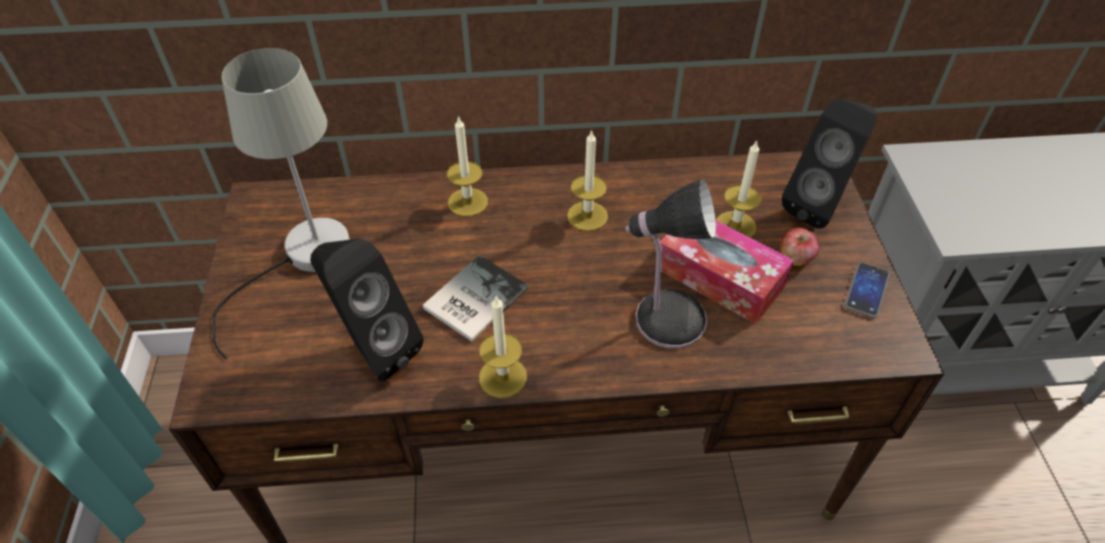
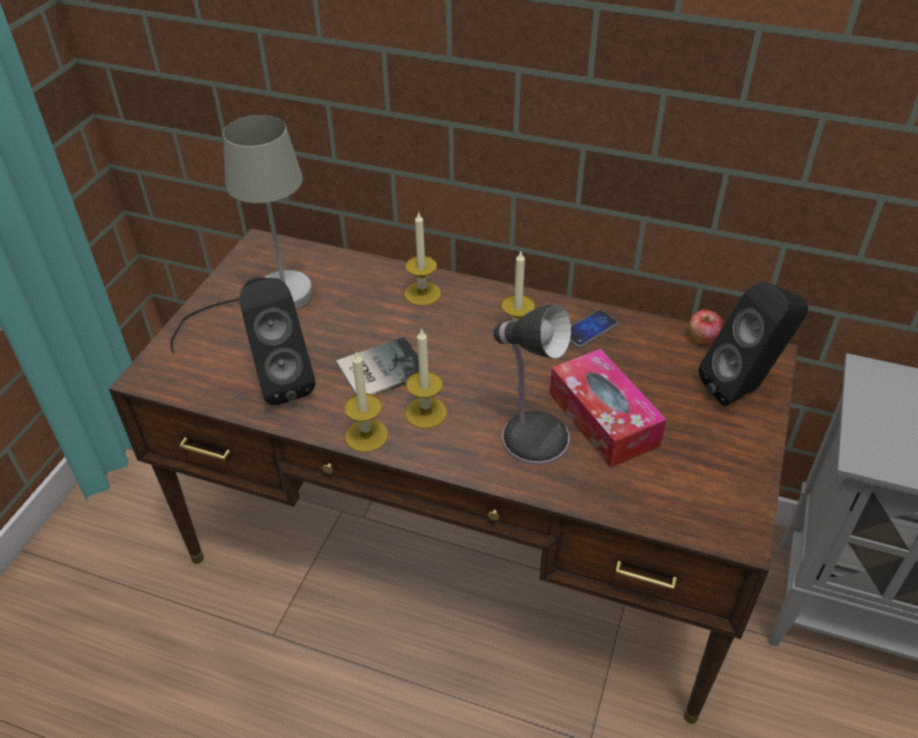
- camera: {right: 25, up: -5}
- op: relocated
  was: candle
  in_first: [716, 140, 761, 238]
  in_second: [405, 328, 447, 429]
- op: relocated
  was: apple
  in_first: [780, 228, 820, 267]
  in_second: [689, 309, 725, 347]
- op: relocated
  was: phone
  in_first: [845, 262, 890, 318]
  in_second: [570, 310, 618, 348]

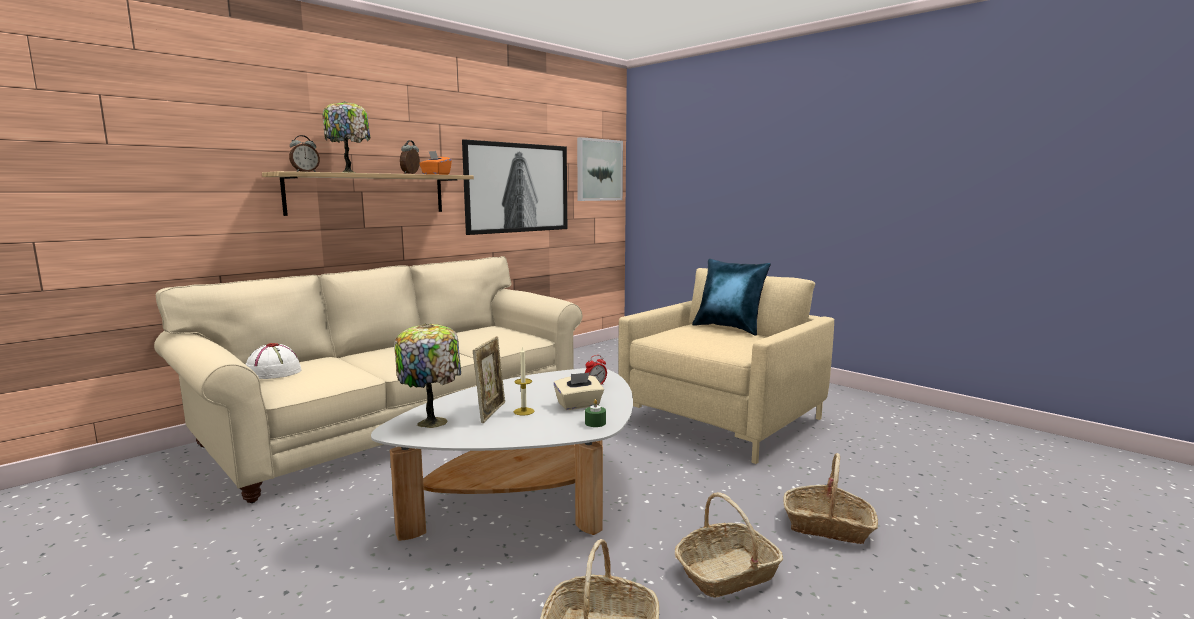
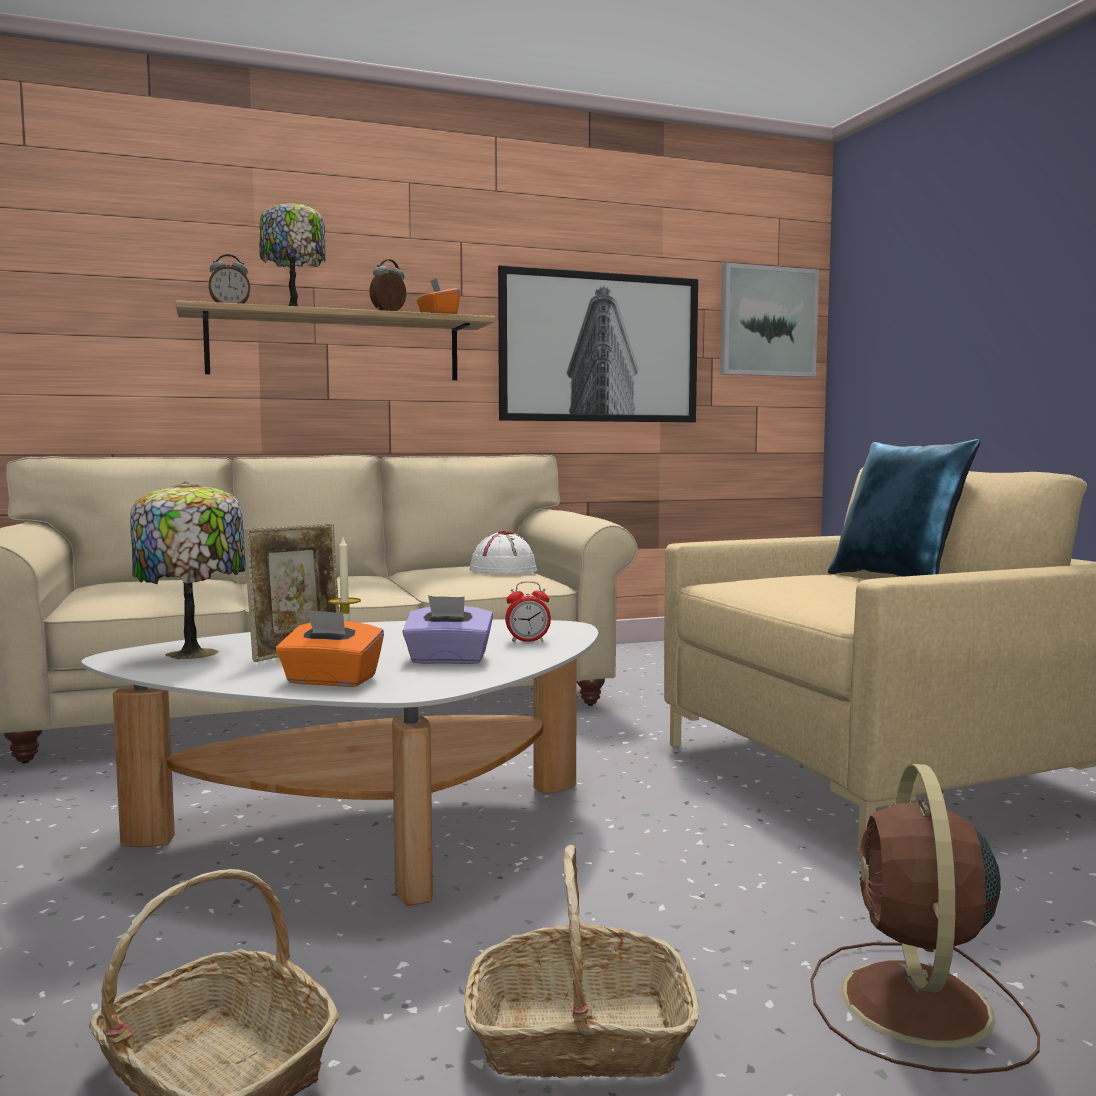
- camera: {right: 25, up: -5}
- op: relocated
  was: white-coloured wearable hat
  in_first: [246, 343, 302, 379]
  in_second: [470, 531, 537, 574]
- op: colour
  was: beige-coloured box of tissues
  now: purple-coloured box of tissues
  in_first: [554, 372, 604, 410]
  in_second: [402, 595, 493, 664]
- op: missing
  was: green candle
  in_first: [585, 399, 606, 427]
- op: exchanged
  was: household basket
  now: brown-coloured electric fan
  in_first: [783, 453, 878, 544]
  in_second: [811, 764, 1040, 1074]
- op: appeared
  now: orange box of tissues
  in_second: [276, 610, 384, 687]

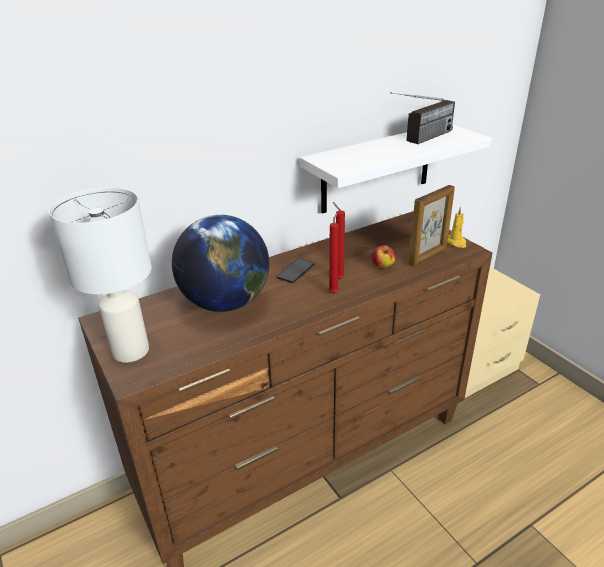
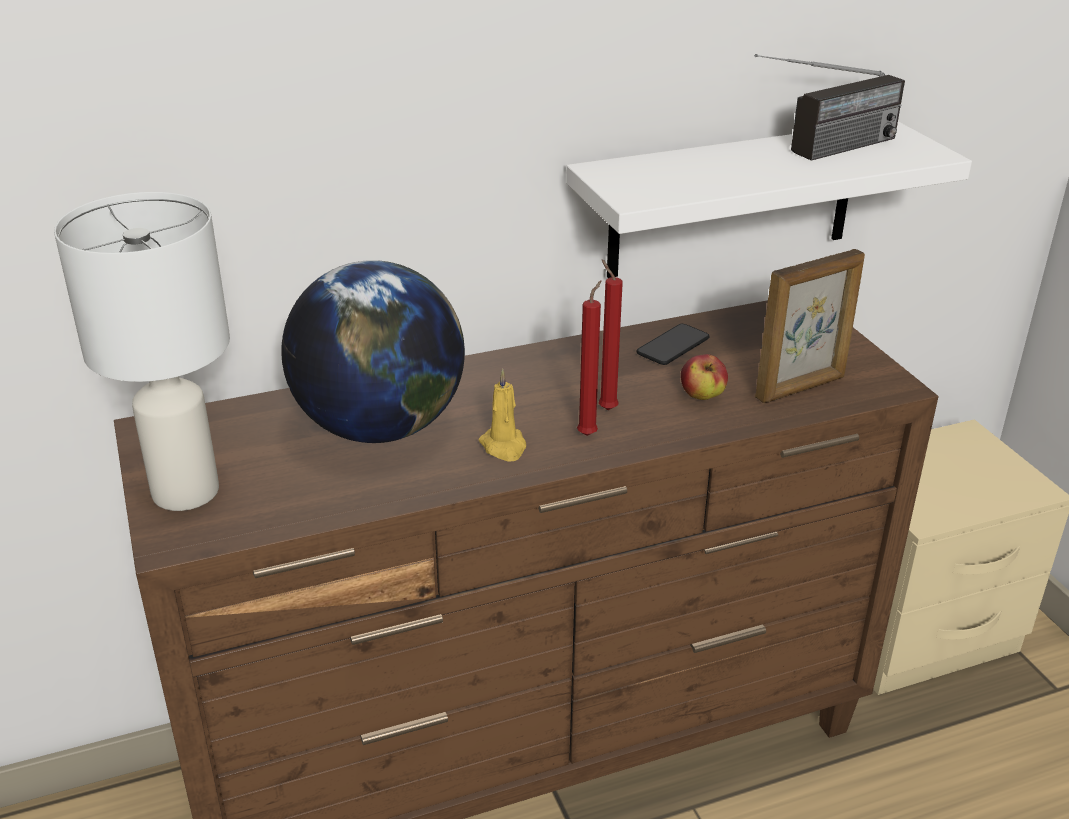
- camera: {right: 10, up: 0}
- op: relocated
  was: yellow-coloured candle
  in_first: [447, 207, 466, 248]
  in_second: [479, 369, 526, 462]
- op: relocated
  was: phone
  in_first: [277, 258, 314, 283]
  in_second: [636, 324, 710, 365]

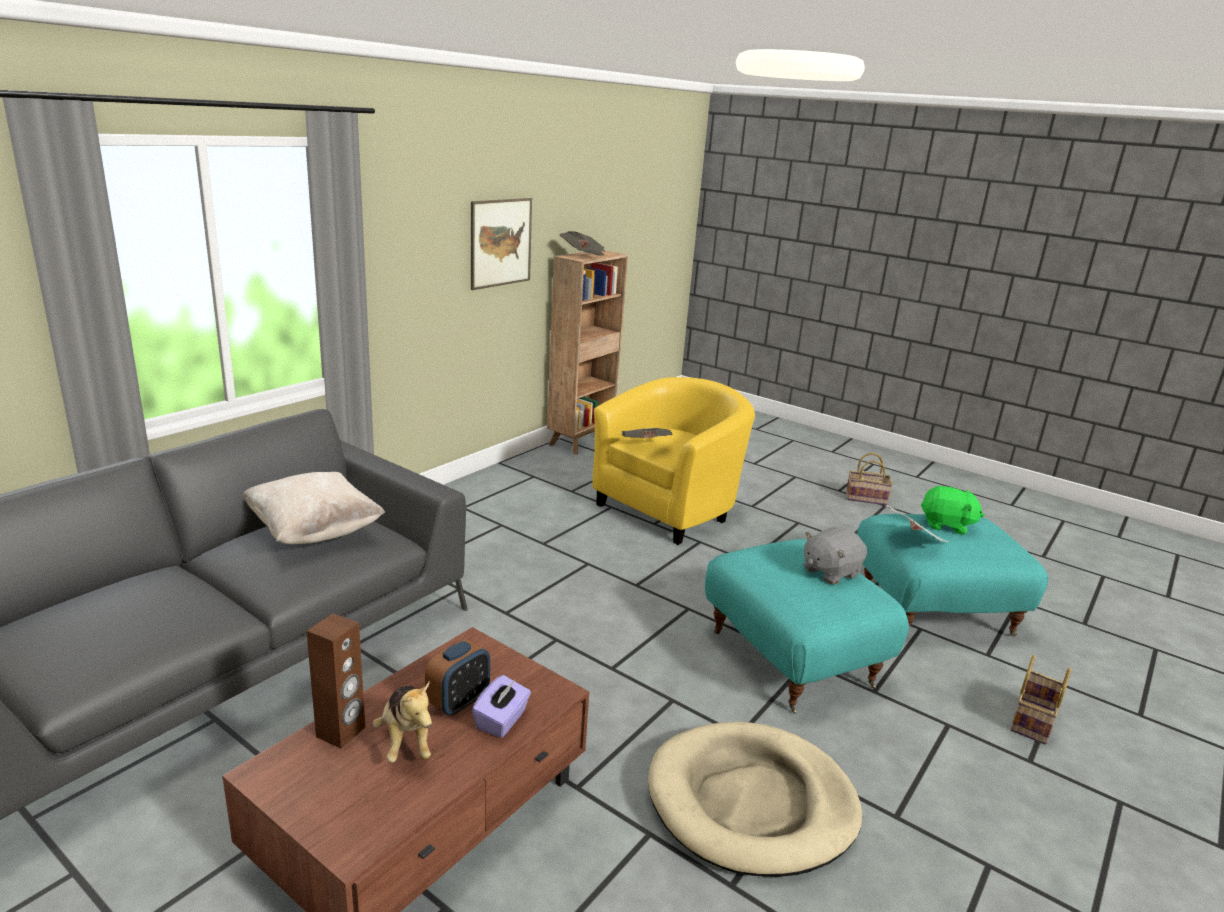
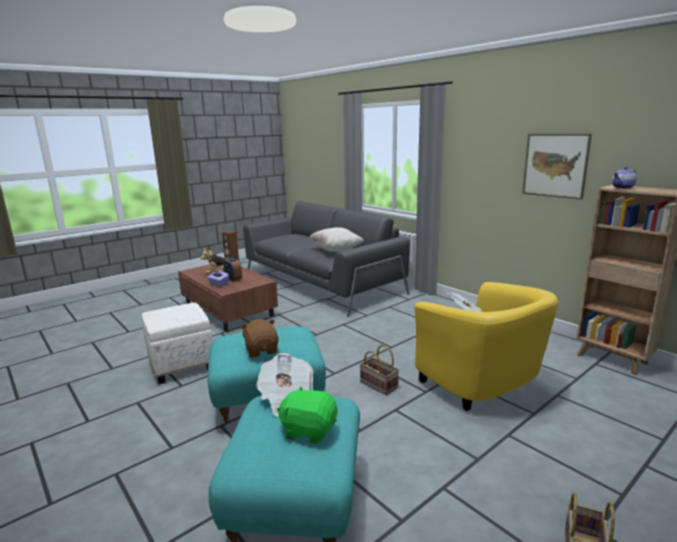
- camera: {right: 105, up: -5}
- op: exchanged
  was: daily paper
  now: teapot
  in_first: [560, 231, 606, 256]
  in_second: [612, 167, 637, 189]
- op: spun
  was: green plush toy
  in_first: [921, 486, 984, 535]
  in_second: [277, 386, 337, 444]
  clockwise: 75
- op: colour
  was: greyish plush toy
  now: brown-coloured plush toy
  in_first: [803, 527, 867, 585]
  in_second: [240, 319, 279, 357]
- op: relocated
  was: household basket
  in_first: [1010, 655, 1071, 745]
  in_second: [360, 344, 399, 395]
- op: exchanged
  was: beige-coloured dog bed
  now: white-coloured ottoman
  in_first: [648, 722, 862, 877]
  in_second: [142, 303, 213, 384]

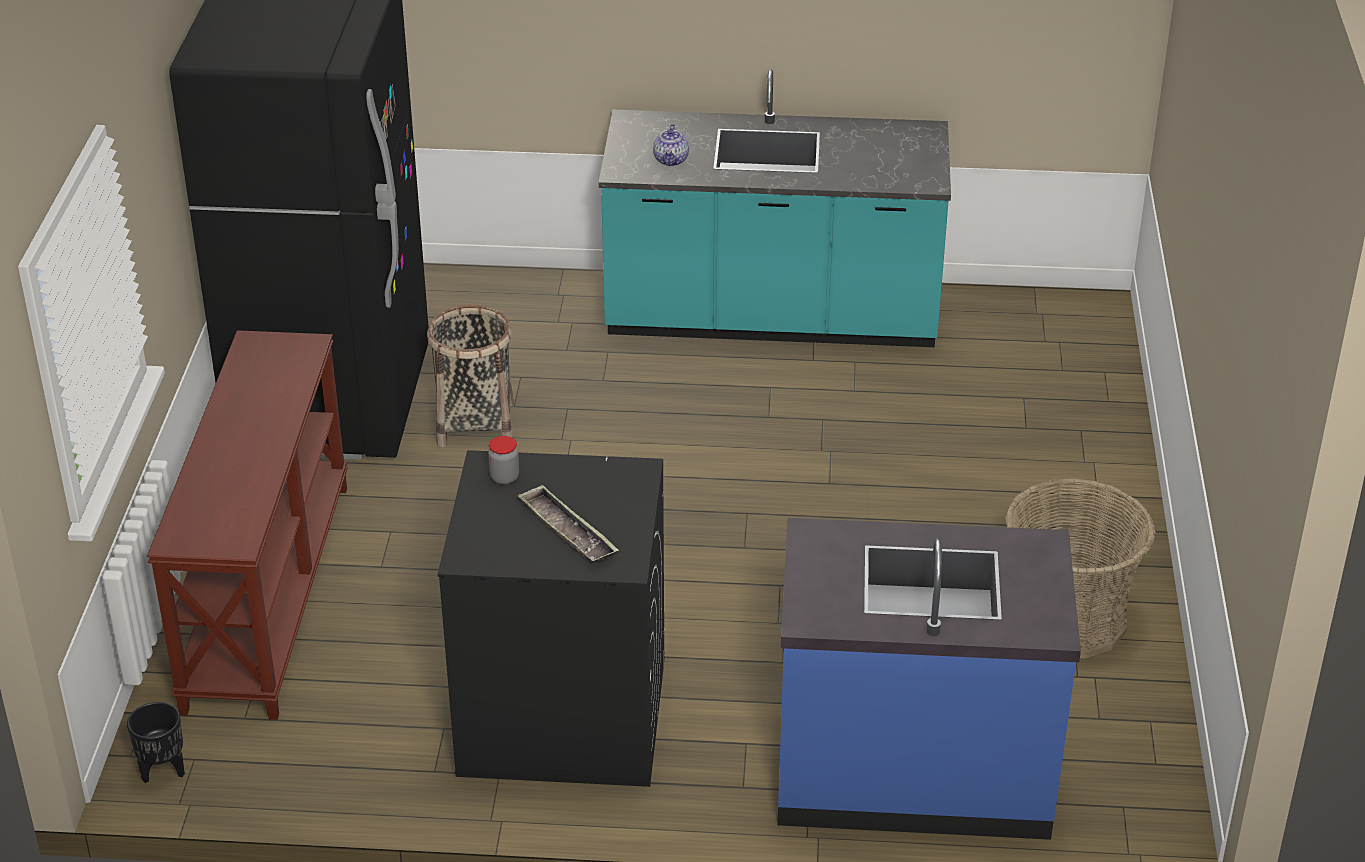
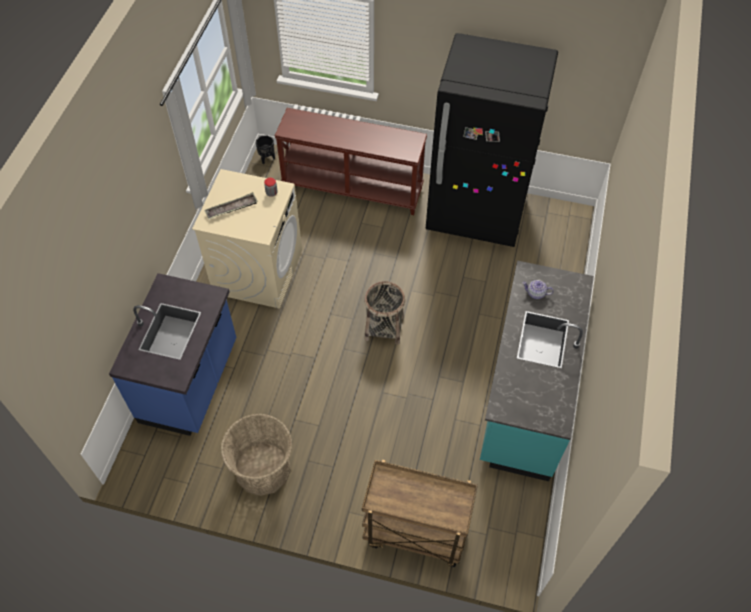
- camera: {right: 100, up: 20}
- op: relocated
  was: household basket
  in_first: [427, 305, 514, 447]
  in_second: [364, 281, 405, 345]
- op: colour
  was: black laundry machine
  now: beige-coloured laundry machine
  in_first: [438, 450, 664, 787]
  in_second: [192, 169, 302, 309]
- op: appeared
  now: brown-coloured cart
  in_second: [362, 460, 478, 567]

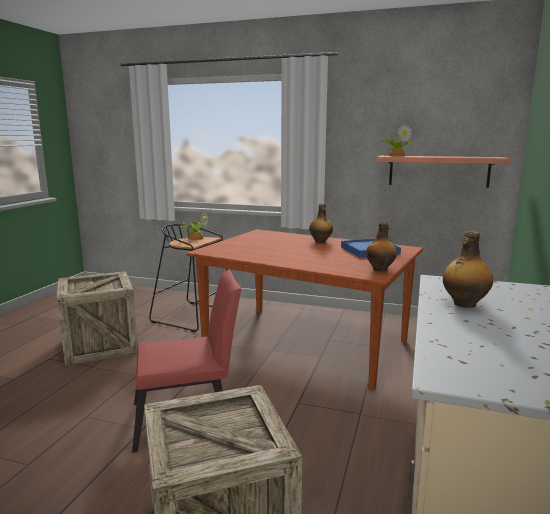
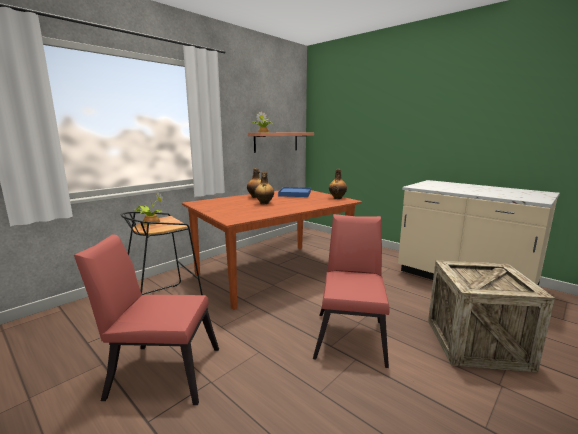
- camera: {right: -65, up: 0}
- op: relocated
  was: drink bottle
  in_first: [443, 231, 493, 308]
  in_second: [255, 172, 274, 204]
- op: exchanged
  was: shipping crate
  now: red plain chair
  in_first: [57, 271, 138, 366]
  in_second: [74, 234, 219, 405]

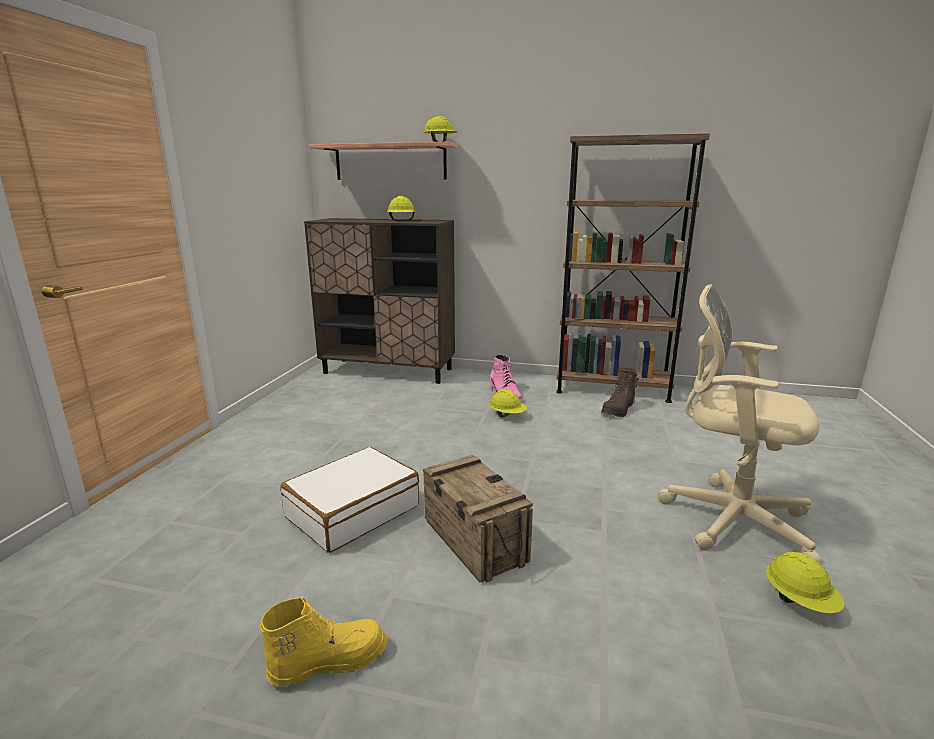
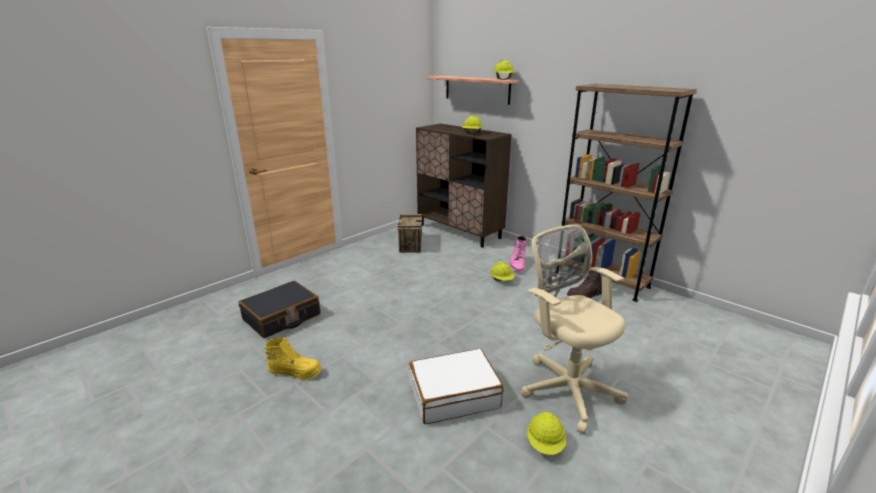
- camera: {right: 30, up: 5}
- op: relocated
  was: white-coloured piece of luggage
  in_first: [280, 447, 419, 553]
  in_second: [409, 348, 504, 424]
- op: relocated
  was: shipping crate
  in_first: [423, 455, 533, 583]
  in_second: [397, 214, 422, 253]
- op: appeared
  now: black piece of luggage
  in_second: [239, 281, 320, 338]

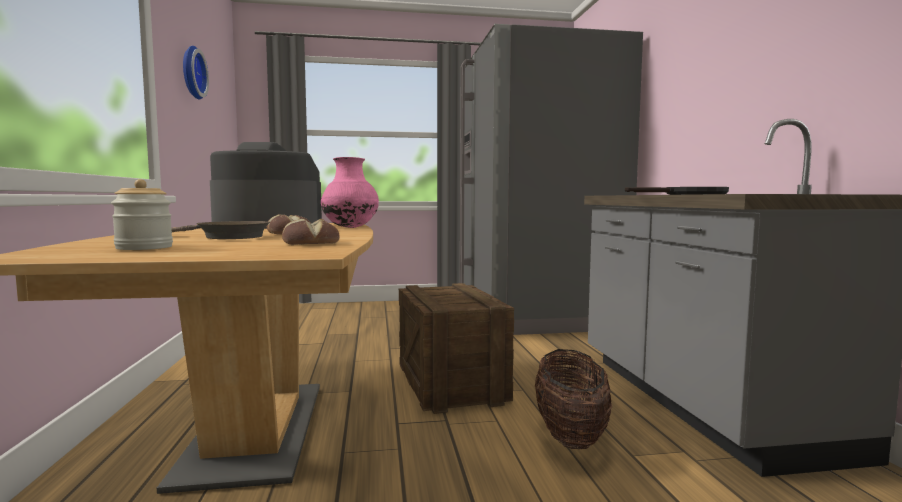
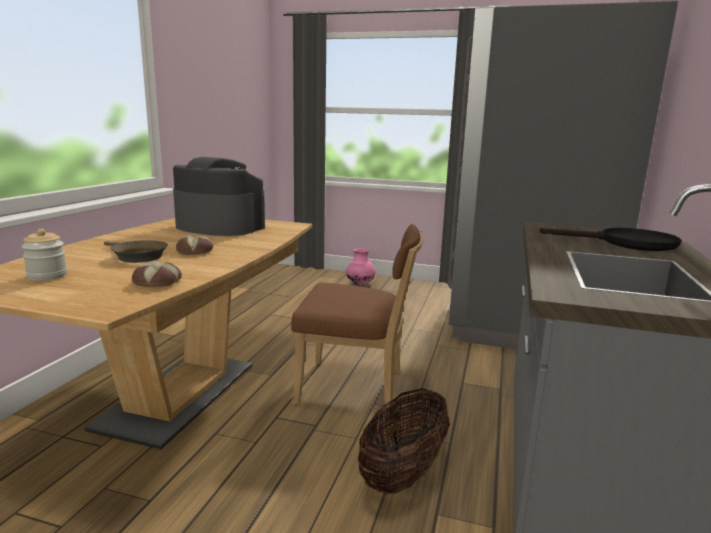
- camera: {right: 25, up: 10}
- op: missing
  was: wall clock
  in_first: [183, 46, 209, 100]
- op: relocated
  was: pink decorative vase
  in_first: [321, 157, 379, 228]
  in_second: [346, 248, 376, 285]
- op: exchanged
  was: shipping crate
  now: brown-coloured plain chair
  in_first: [399, 283, 514, 414]
  in_second: [291, 224, 423, 408]

